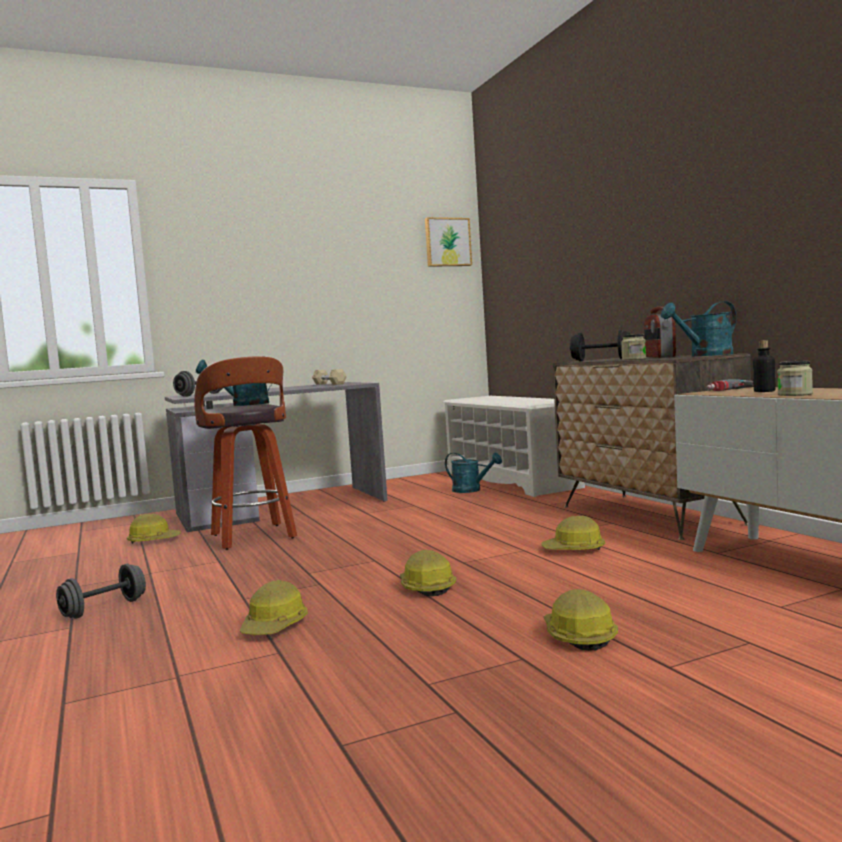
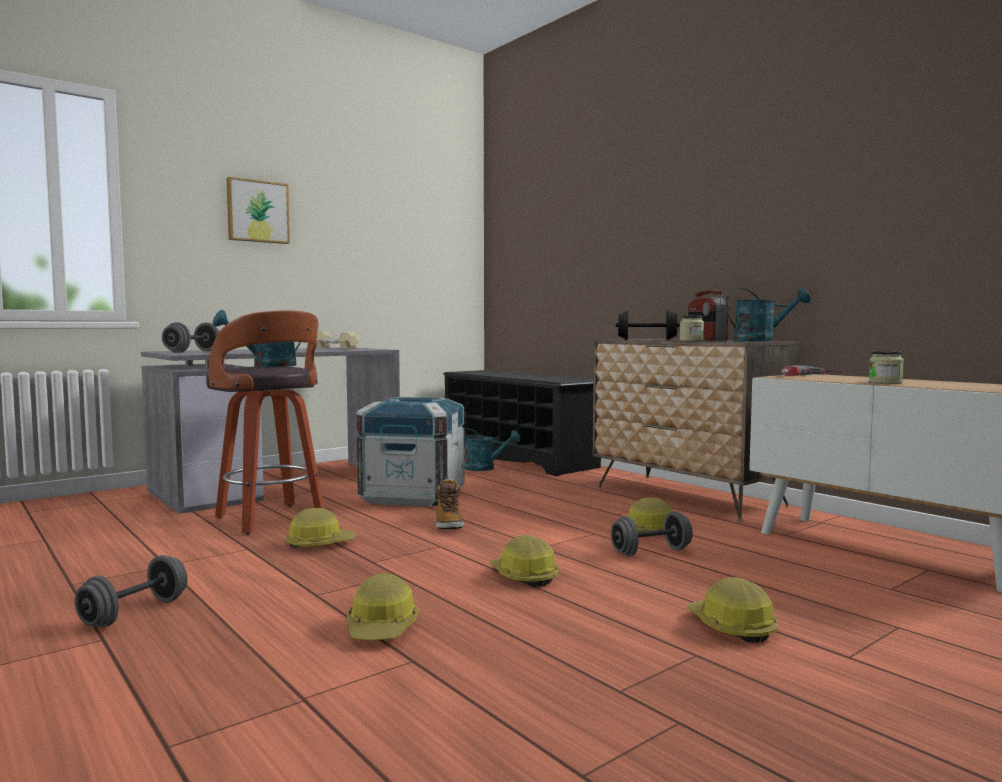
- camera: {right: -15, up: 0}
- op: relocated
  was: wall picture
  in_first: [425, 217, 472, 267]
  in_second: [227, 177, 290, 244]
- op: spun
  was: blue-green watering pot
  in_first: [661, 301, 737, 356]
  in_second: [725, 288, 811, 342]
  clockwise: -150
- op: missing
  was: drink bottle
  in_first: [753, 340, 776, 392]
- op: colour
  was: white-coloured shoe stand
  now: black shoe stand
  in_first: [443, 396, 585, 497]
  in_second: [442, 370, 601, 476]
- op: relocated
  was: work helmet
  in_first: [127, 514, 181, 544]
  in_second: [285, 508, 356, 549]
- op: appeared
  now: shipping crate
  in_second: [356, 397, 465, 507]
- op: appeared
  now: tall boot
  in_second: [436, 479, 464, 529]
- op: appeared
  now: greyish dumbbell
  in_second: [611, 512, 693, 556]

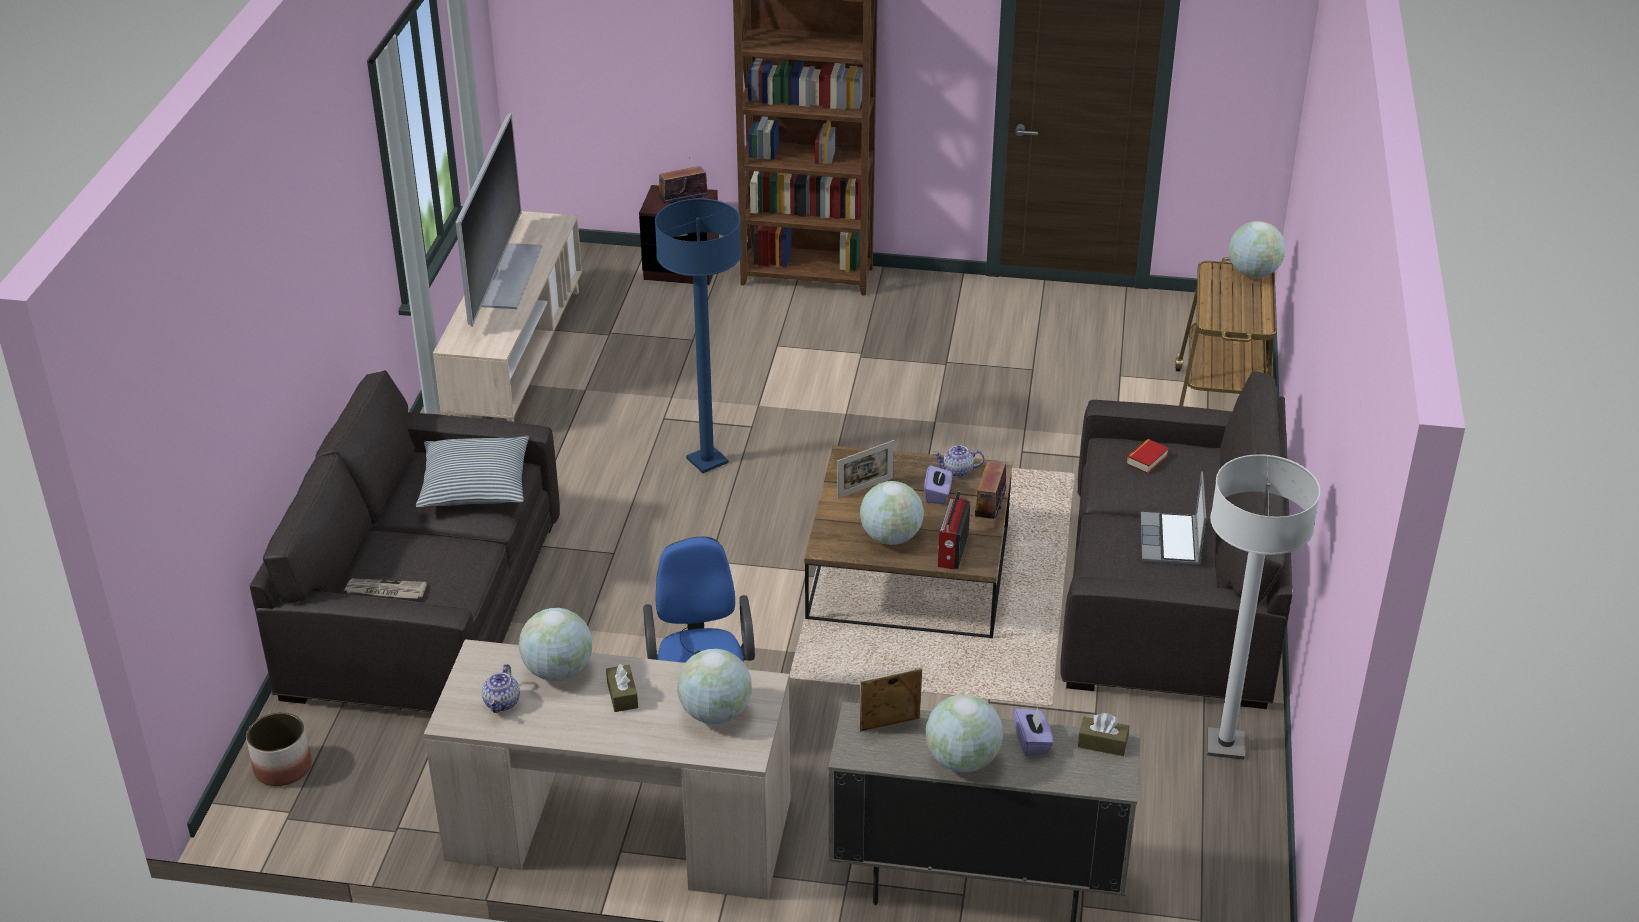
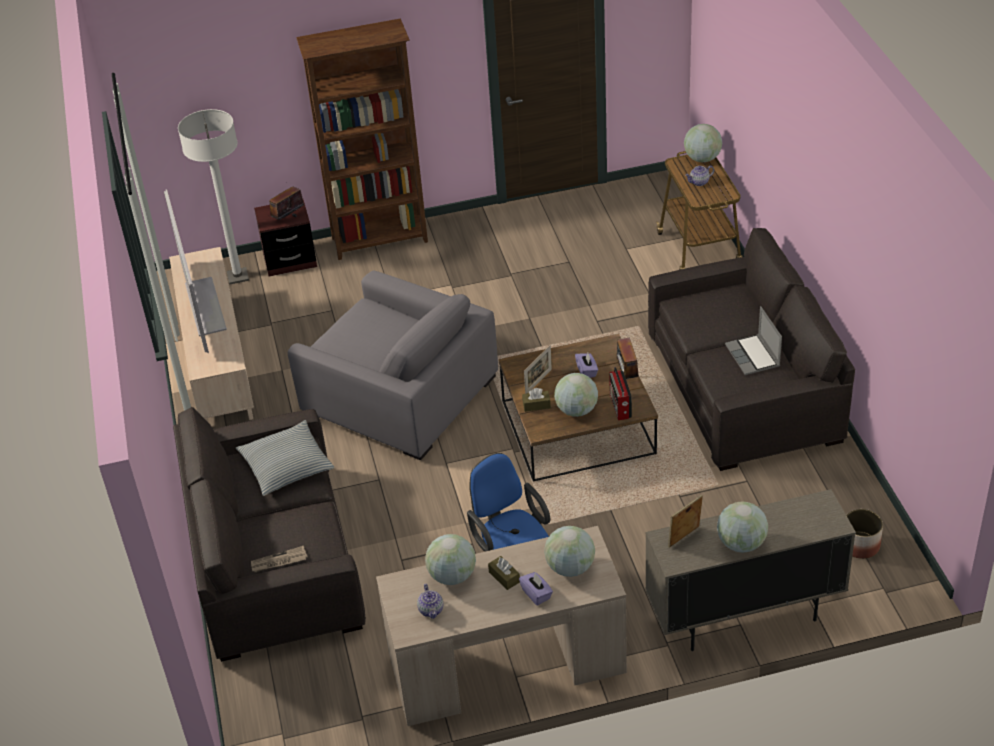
- camera: {right: -20, up: 5}
- op: exchanged
  was: bluish floor lamp
  now: greyish armchair
  in_first: [655, 198, 742, 473]
  in_second: [288, 270, 498, 460]
- op: missing
  was: bound book
  in_first: [1126, 439, 1169, 474]
- op: relocated
  was: teapot
  in_first: [933, 445, 985, 477]
  in_second: [685, 166, 714, 186]
- op: relocated
  was: white-coloured floor lamp
  in_first: [1207, 454, 1320, 759]
  in_second: [178, 109, 249, 285]
- op: relocated
  was: purple-coloured box of tissues
  in_first: [1013, 707, 1054, 756]
  in_second: [519, 572, 553, 606]
- op: relocated
  was: plant pot
  in_first: [246, 712, 312, 786]
  in_second: [846, 509, 883, 559]
- op: relocated
  was: brown-coloured box of tissues
  in_first: [1078, 713, 1129, 756]
  in_second: [522, 388, 551, 412]

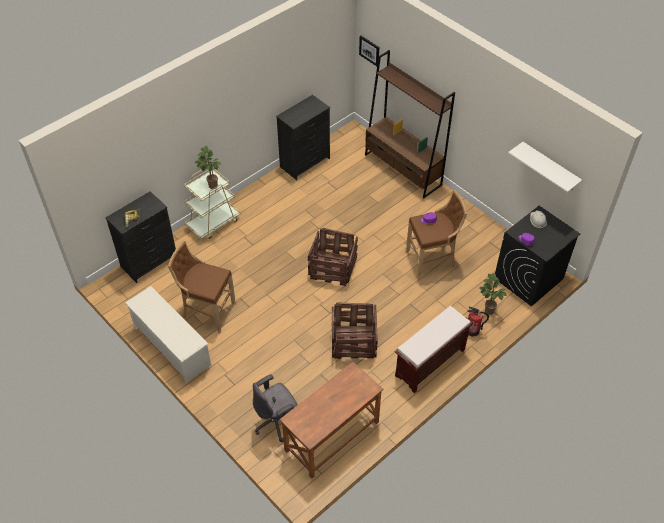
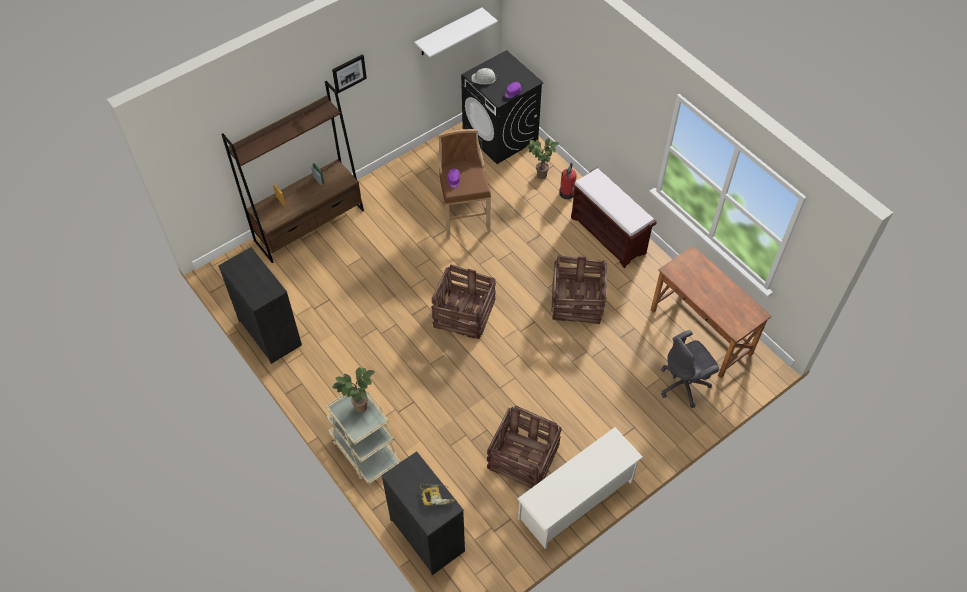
- camera: {right: -85, up: 5}
- op: relocated
  was: wall picture
  in_first: [359, 36, 379, 66]
  in_second: [332, 54, 367, 93]
- op: exchanged
  was: brown-coloured sitting stool
  now: shipping crate
  in_first: [168, 241, 236, 333]
  in_second: [487, 405, 562, 488]
- op: spun
  was: greyish desk chair
  in_first: [253, 374, 298, 442]
  in_second: [661, 330, 719, 408]
  clockwise: 90

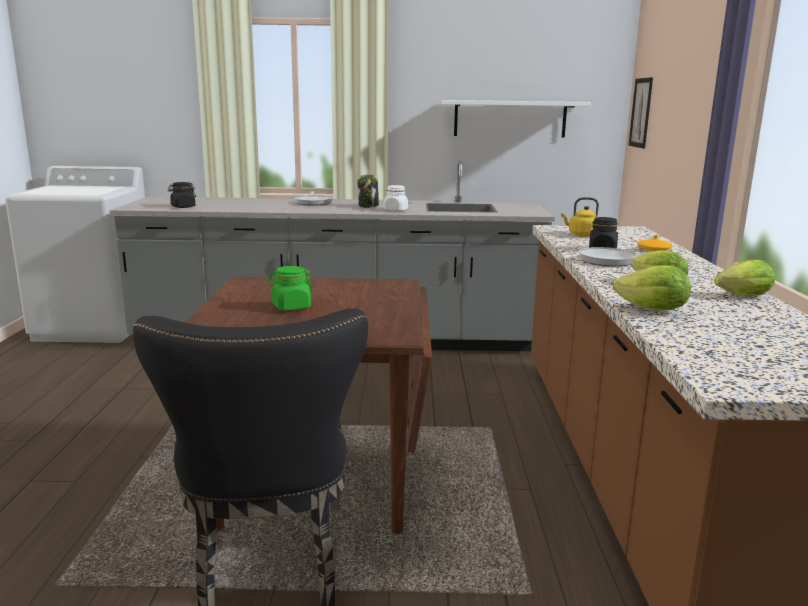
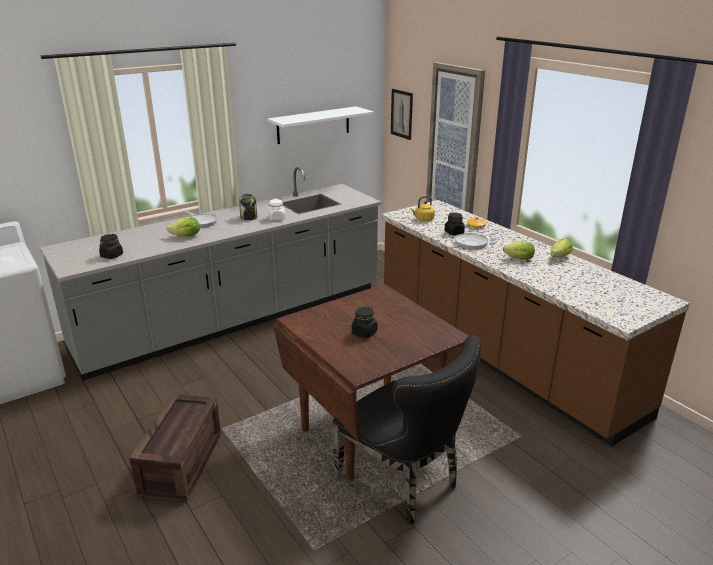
- camera: {right: -35, up: 10}
- op: relocated
  was: head of lettuce
  in_first: [612, 265, 691, 310]
  in_second: [166, 217, 200, 237]
- op: colour
  was: green storage jar
  now: black storage jar
  in_first: [268, 266, 313, 311]
  in_second: [352, 306, 377, 338]
- op: appeared
  now: wall picture
  in_second: [426, 62, 485, 214]
- op: appeared
  now: shipping crate
  in_second: [129, 394, 221, 503]

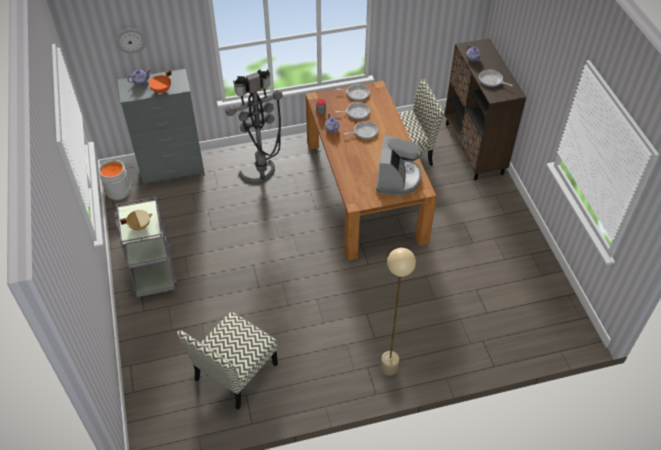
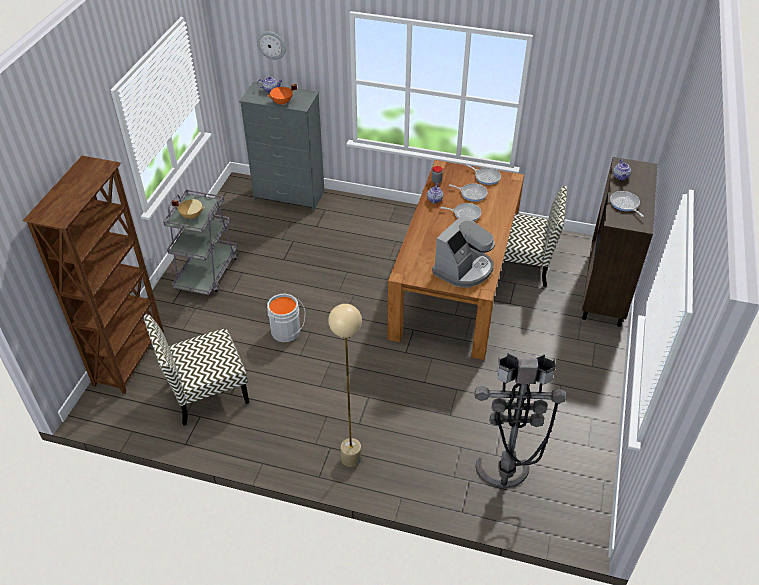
- camera: {right: 30, up: -5}
- op: relocated
  was: greyish floor lamp
  in_first: [225, 69, 283, 183]
  in_second: [474, 353, 566, 488]
- op: relocated
  was: greyish bucket
  in_first: [99, 159, 132, 200]
  in_second: [267, 294, 305, 342]
- op: appeared
  now: brown-coloured bookcase
  in_second: [23, 156, 164, 394]

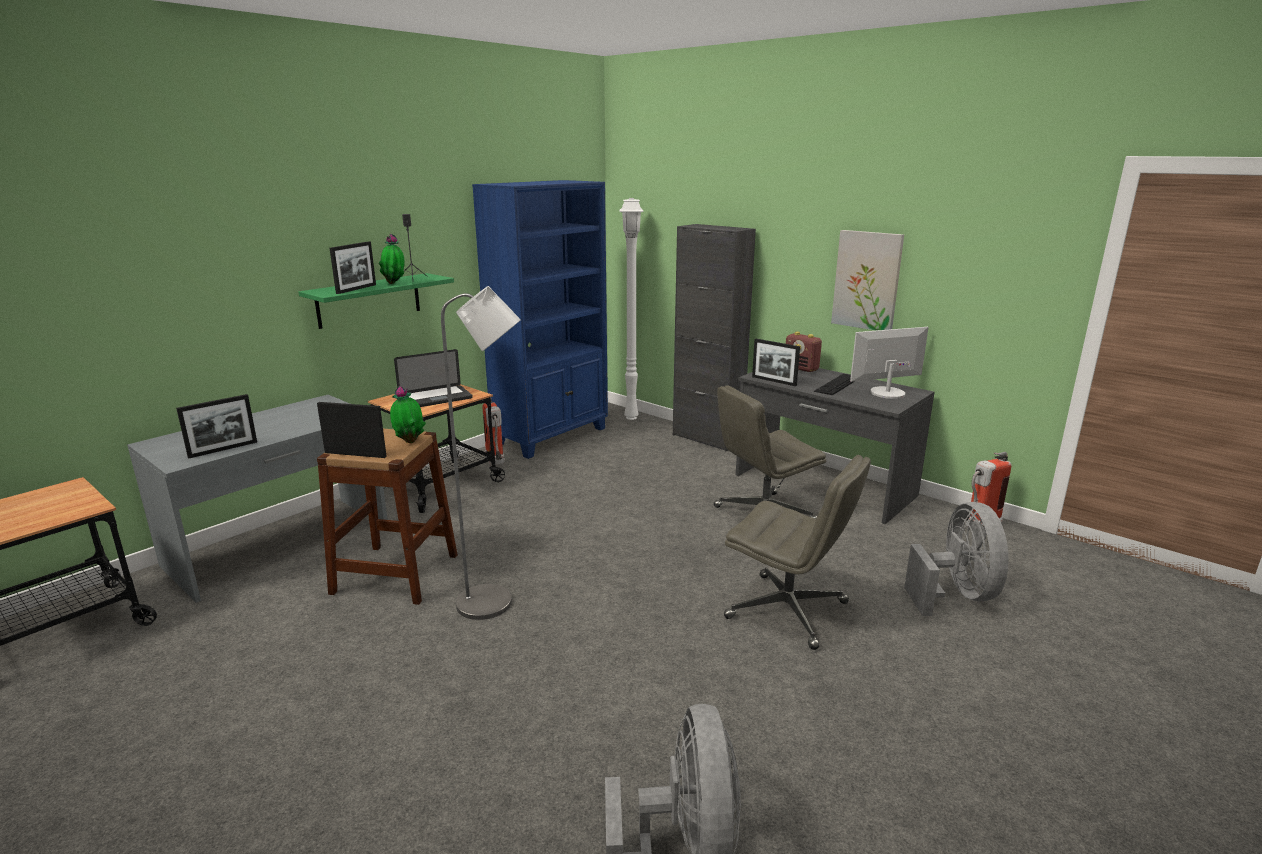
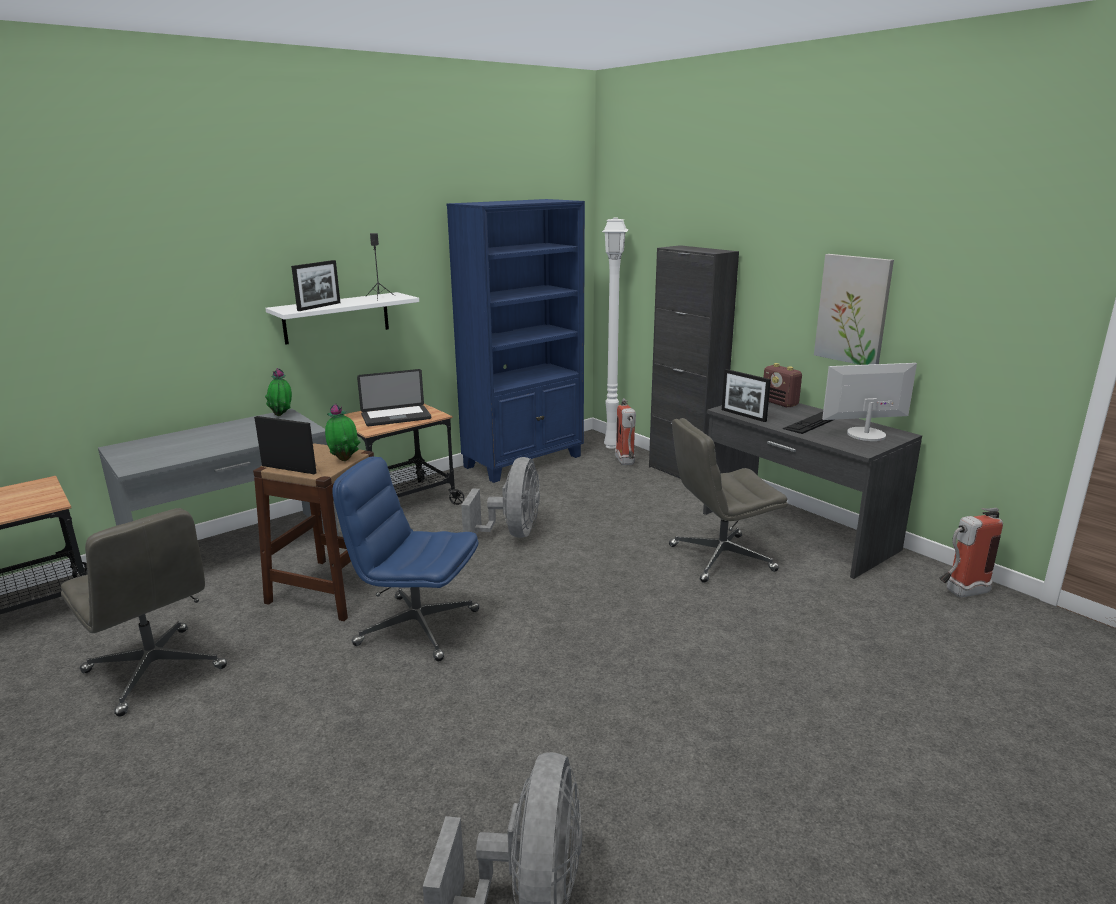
- camera: {right: 10, up: 0}
- op: relocated
  was: plant in a pot
  in_first: [379, 234, 405, 284]
  in_second: [265, 368, 292, 416]
- op: colour
  was: green shelf
  now: white-coloured shelf
  in_first: [298, 273, 454, 329]
  in_second: [265, 292, 419, 345]
- op: exchanged
  was: greyish floor lamp
  now: bluish desk chair
  in_first: [441, 286, 521, 620]
  in_second: [332, 456, 479, 661]
- op: missing
  was: picture frame
  in_first: [176, 394, 257, 458]
- op: relocated
  was: extinguisher
  in_first: [483, 398, 505, 466]
  in_second: [615, 398, 636, 465]
- op: relocated
  was: greyish desk chair
  in_first: [724, 455, 871, 650]
  in_second: [61, 508, 227, 716]
- op: relocated
  was: greyish electric fan
  in_first: [904, 502, 1009, 616]
  in_second: [461, 457, 540, 538]

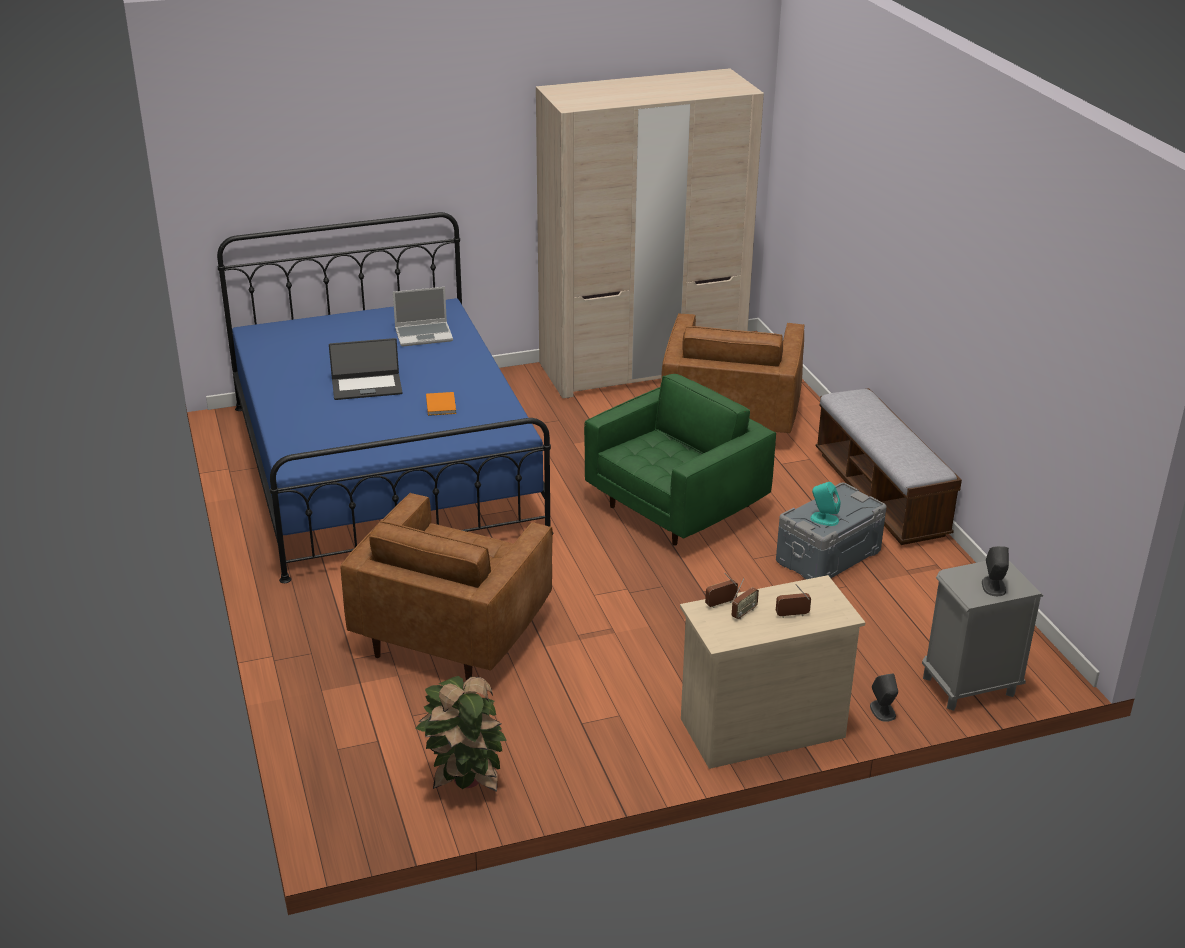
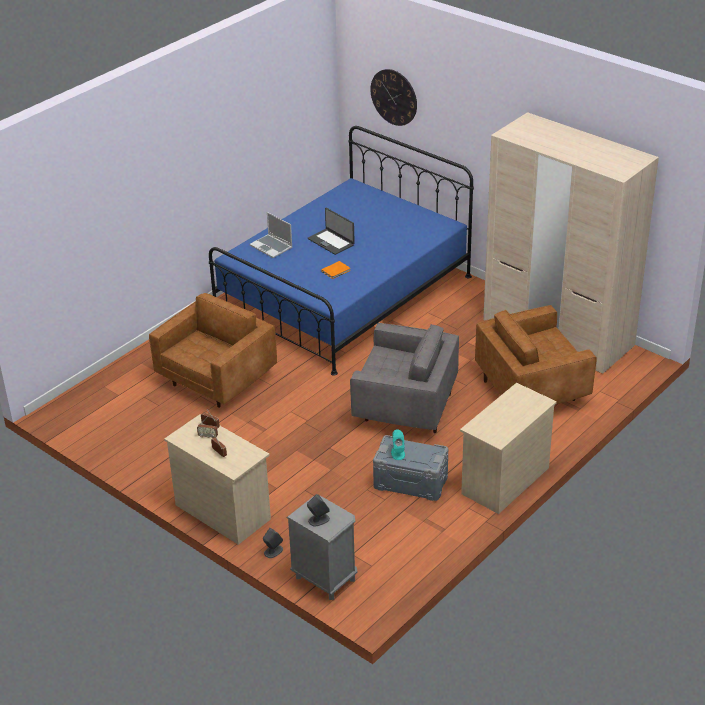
- camera: {right: 60, up: 5}
- op: relocated
  was: laptop
  in_first: [393, 287, 453, 347]
  in_second: [250, 212, 293, 258]
- op: colour
  was: green armchair
  now: greyish armchair
  in_first: [584, 374, 776, 546]
  in_second: [350, 323, 459, 433]
- op: exchanged
  was: bench
  now: beige-coloured dresser
  in_first: [816, 388, 962, 545]
  in_second: [460, 383, 557, 514]
- op: spun
  was: brown-coloured armchair
  in_first: [340, 493, 553, 680]
  in_second: [149, 293, 277, 408]
  clockwise: 135
- op: missing
  was: plant in a pot
  in_first: [415, 676, 507, 792]
- op: appeared
  now: wall clock
  in_second: [370, 69, 417, 126]

